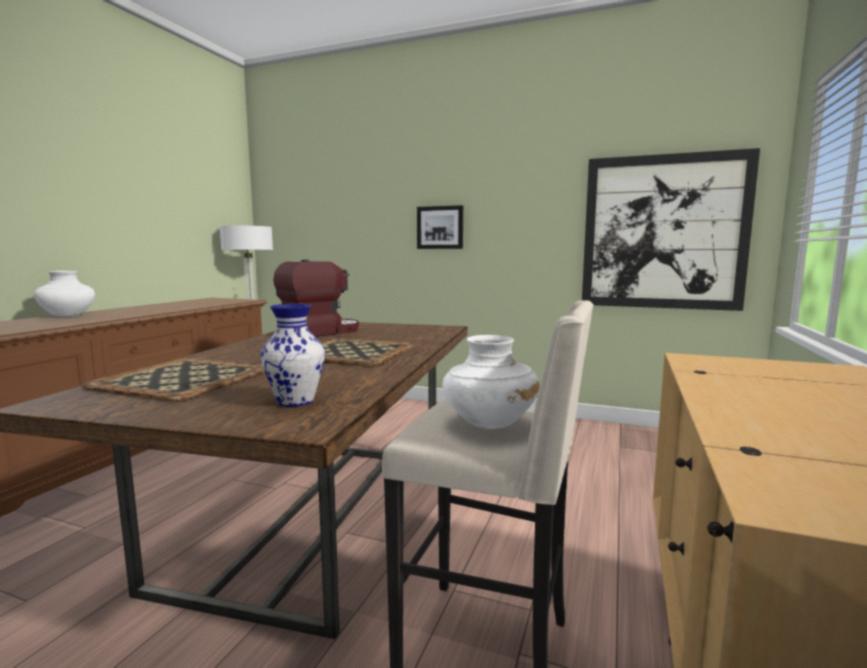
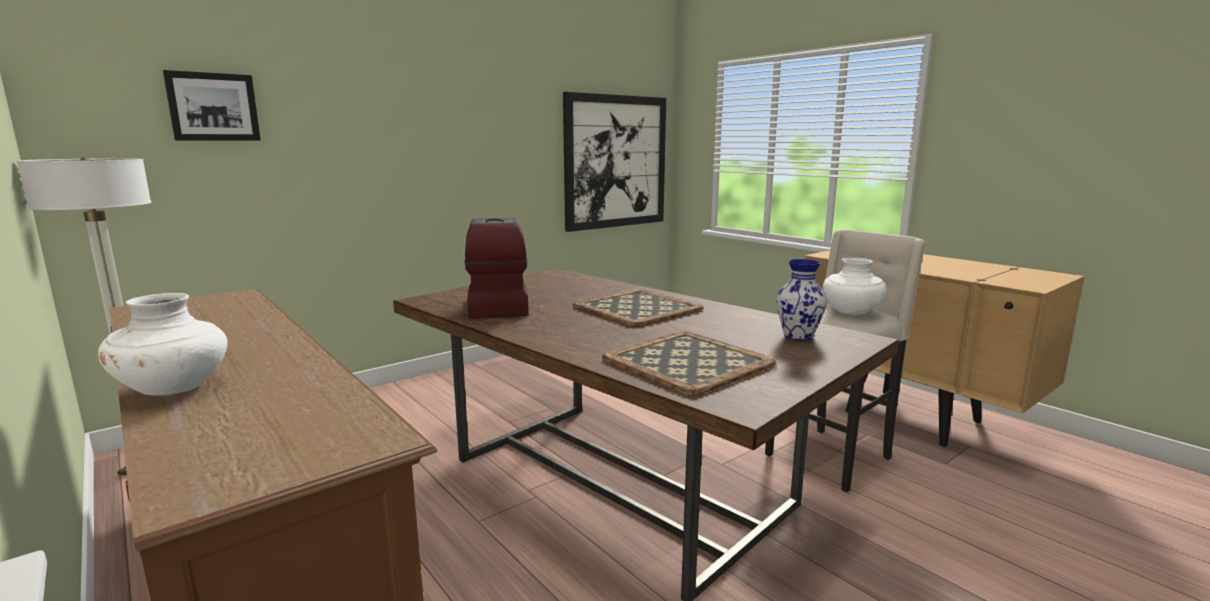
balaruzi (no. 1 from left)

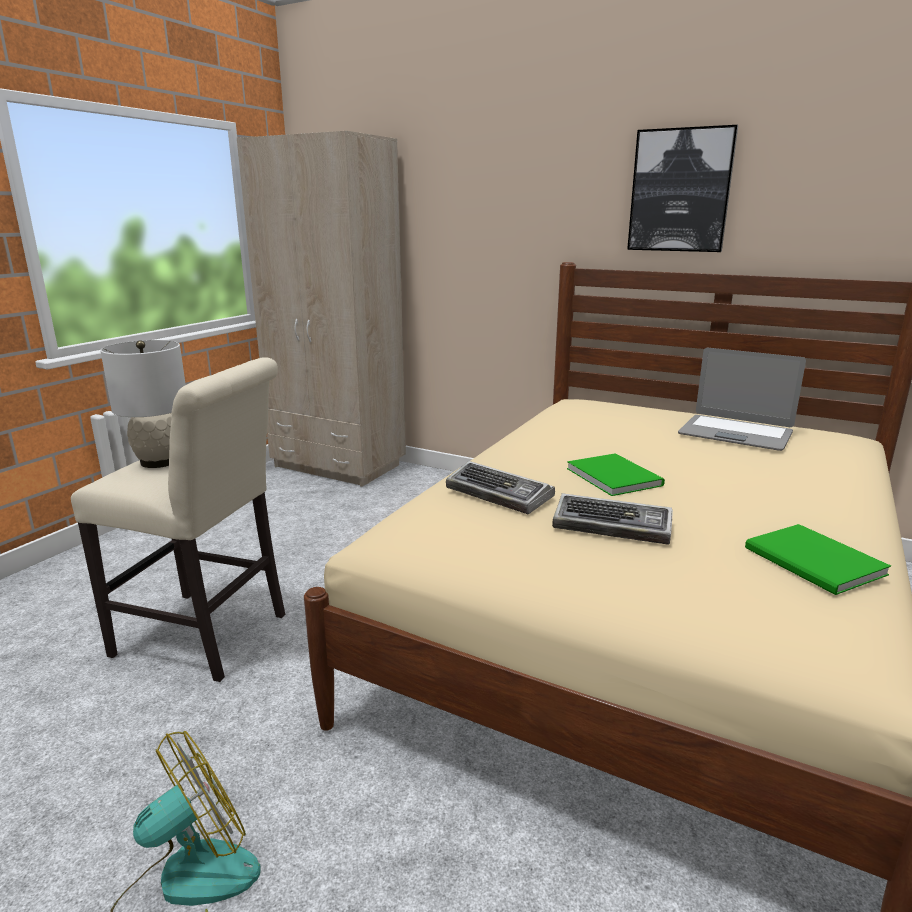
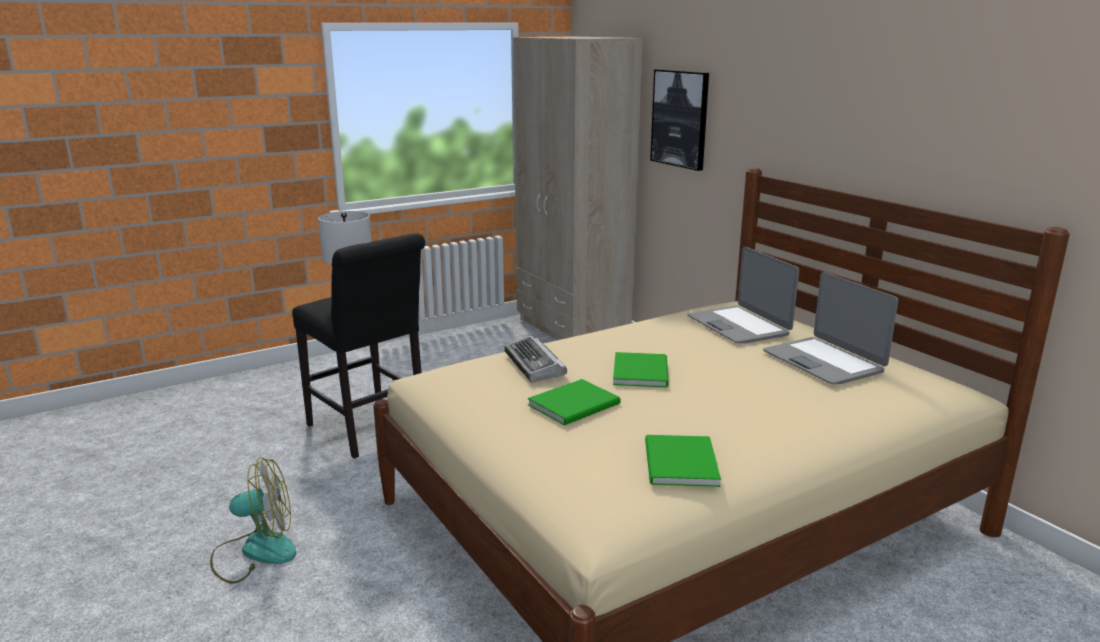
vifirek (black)
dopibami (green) (no. 1 from left)
balaruzi
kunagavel (no. 1 from left)

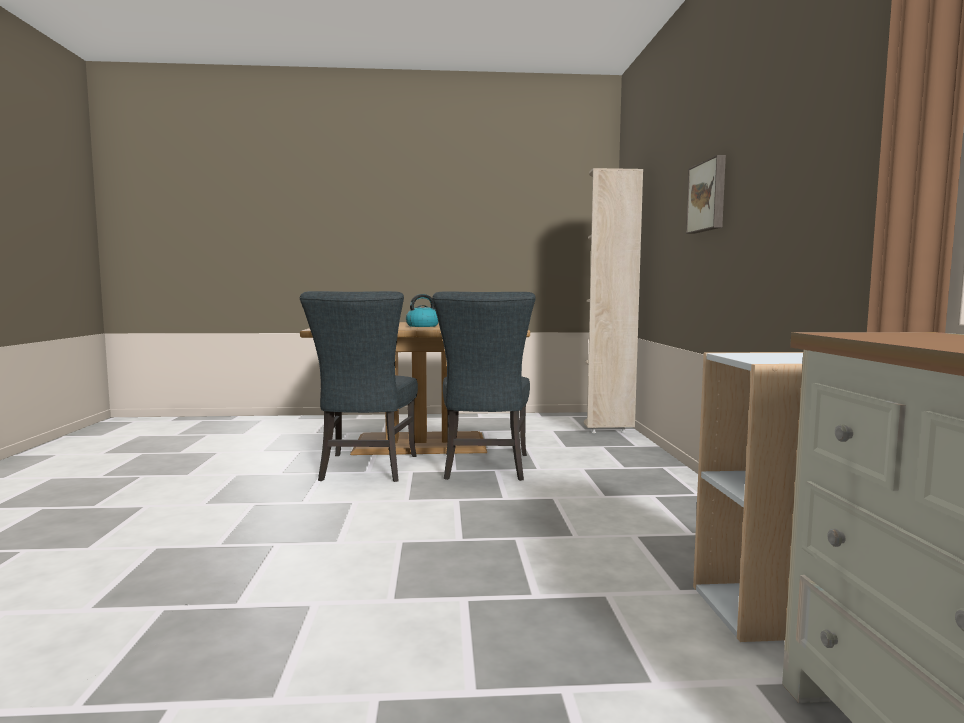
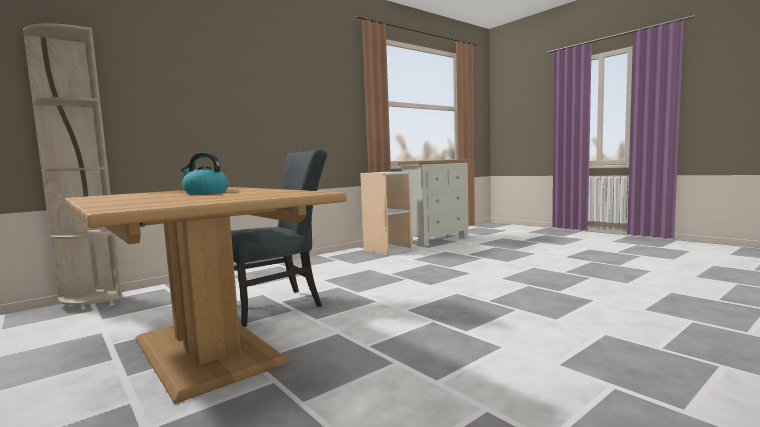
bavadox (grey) (no. 1 from left in the first image)
balaruzi

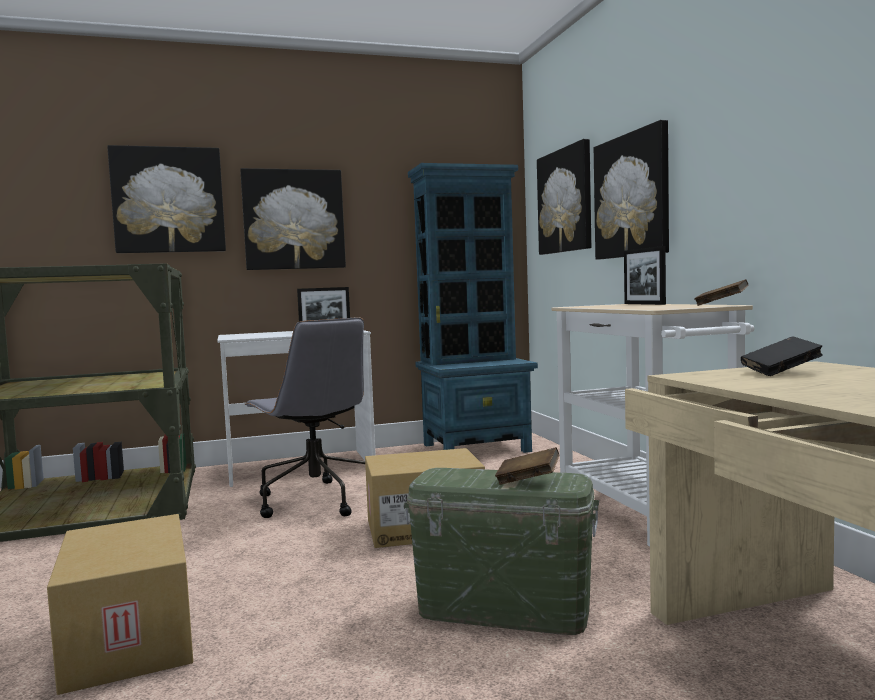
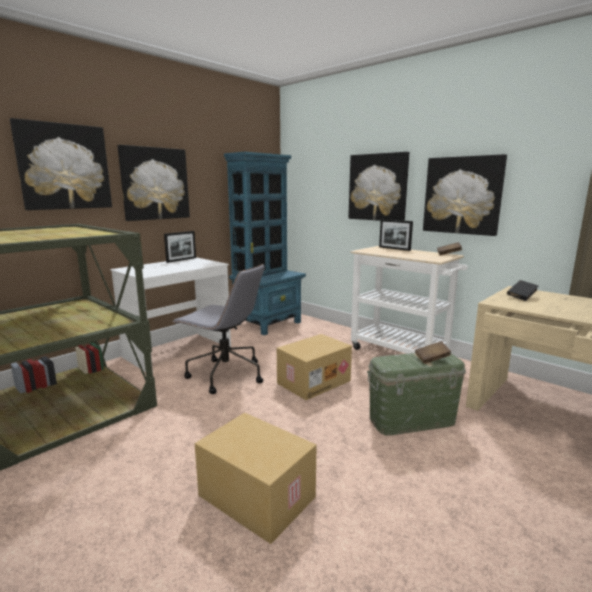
balaruzi (no. 4 from left)

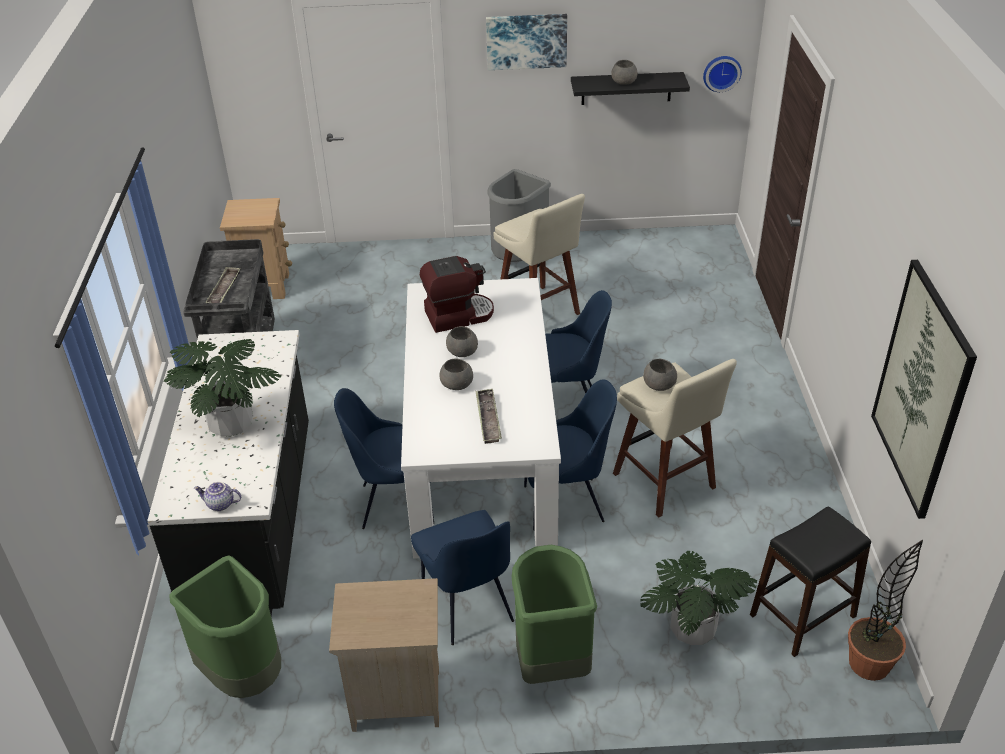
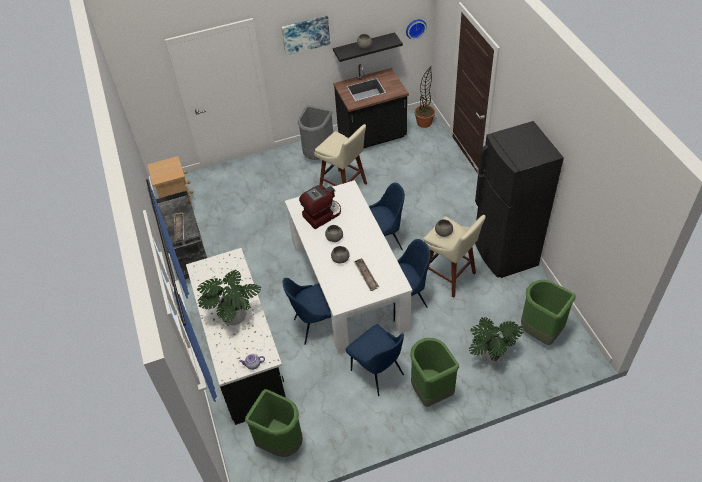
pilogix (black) (no. 2 from left)
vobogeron (no. 2 from left)
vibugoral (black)
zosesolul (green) (no. 3 from left)
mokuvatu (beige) (no. 2 from left in the first image)
balaruzi (no. 2 from left in the first image)

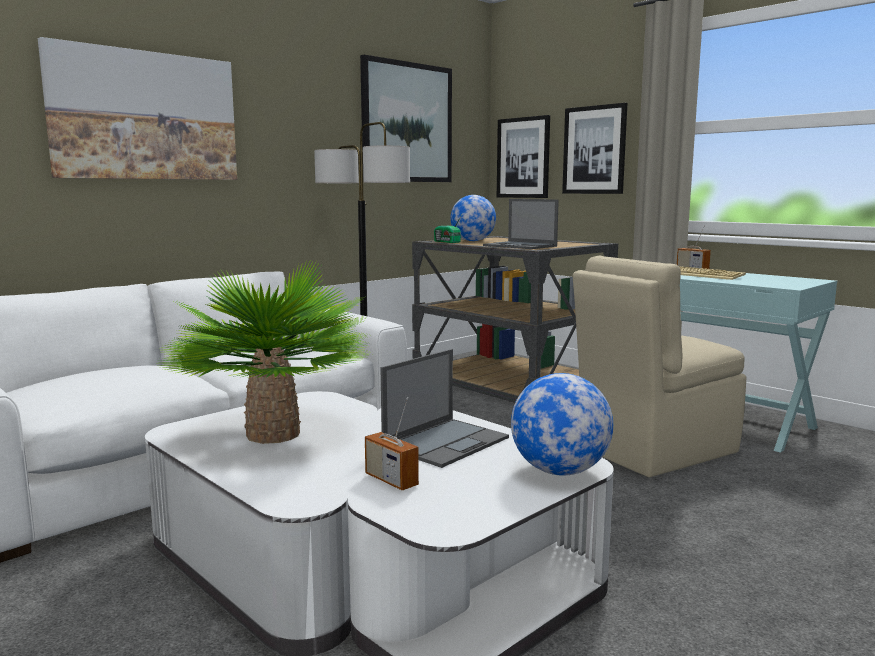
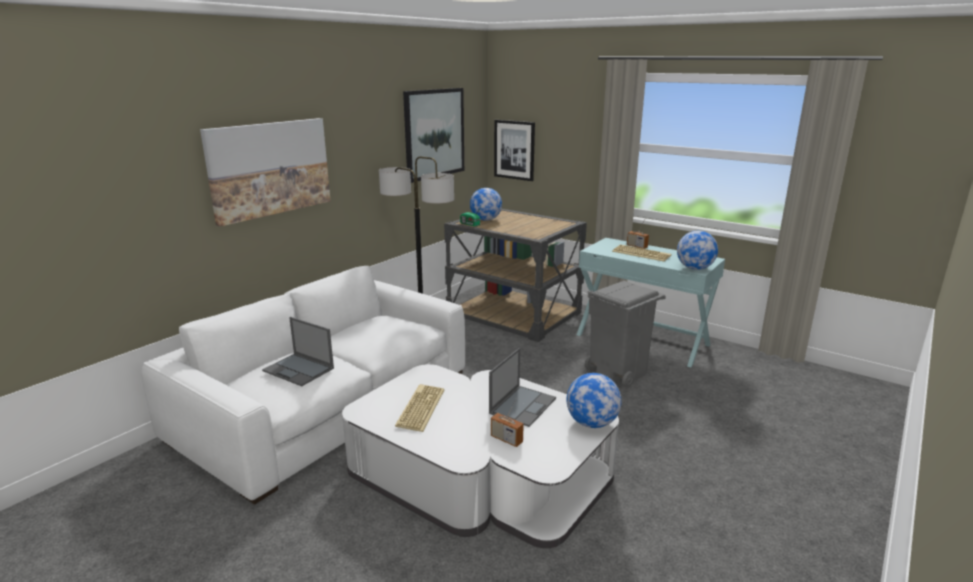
kunagavel (no. 1 from left)
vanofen (no. 1 from left)
zosesolul (grey)
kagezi (no. 3 from left)
balaruzi (no. 4 from left in the first image)

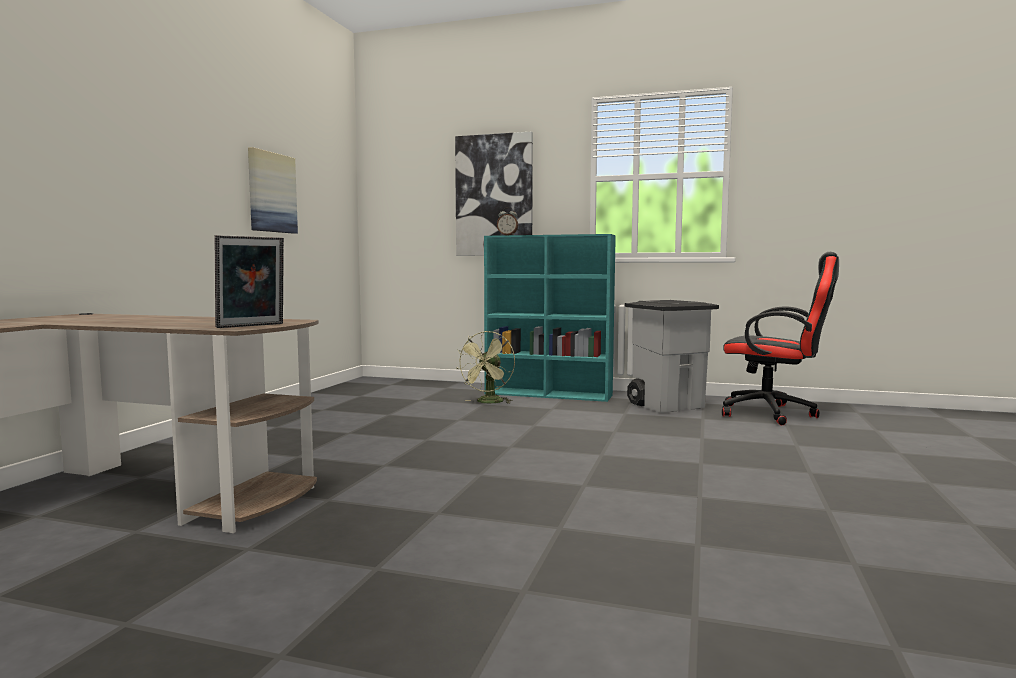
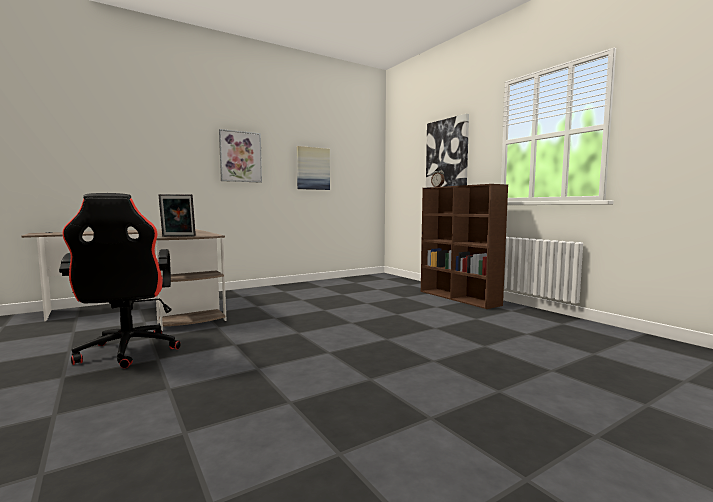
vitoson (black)
balaruzi (no. 1 from left)
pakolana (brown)
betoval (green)
zosesolul (grey)

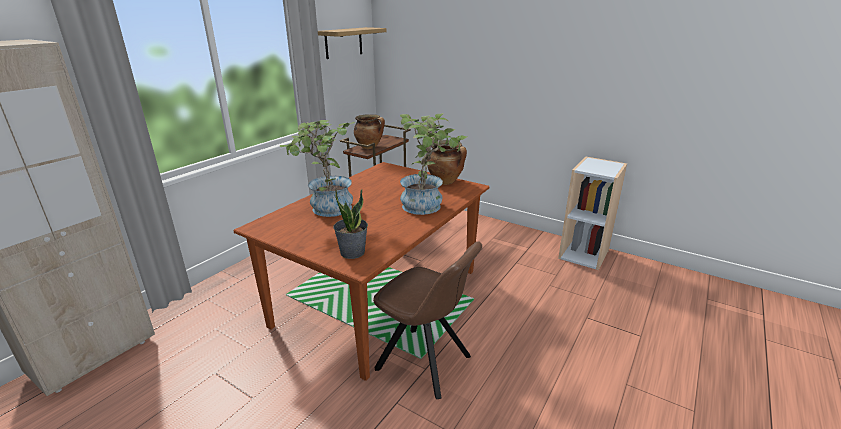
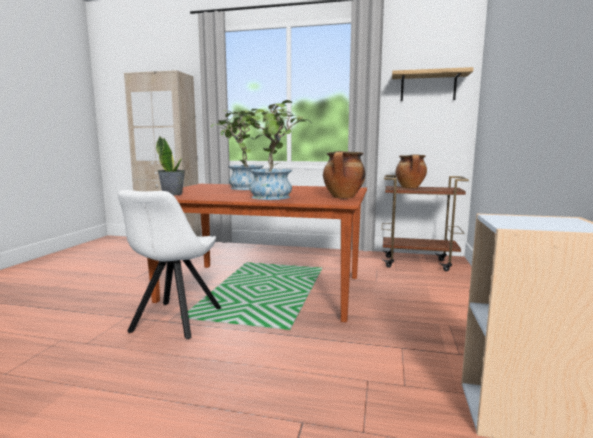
bavadox (white)

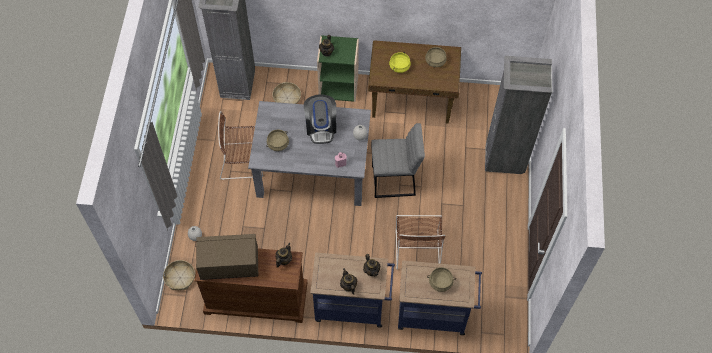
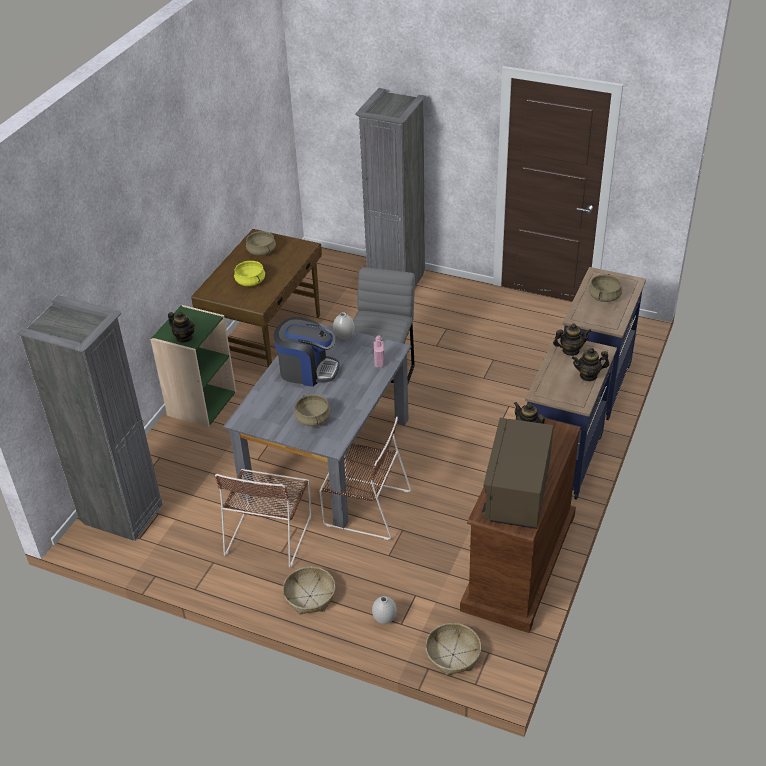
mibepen (no. 1 from left)
bavadox (brown) (no. 2 from left)

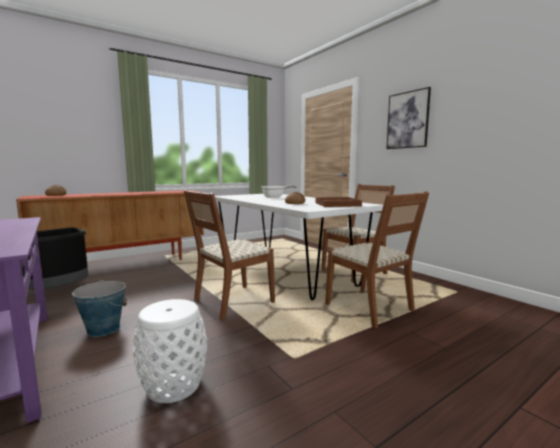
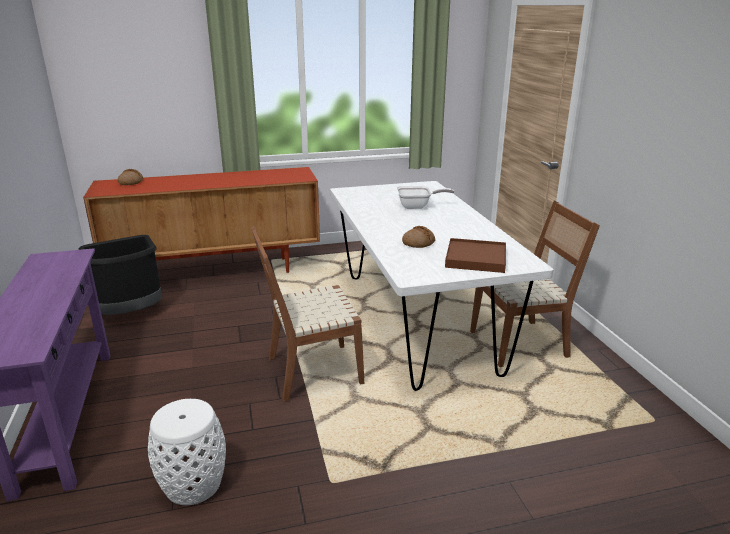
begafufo
bavadox (no. 3 from left in the first image)
balaruzi

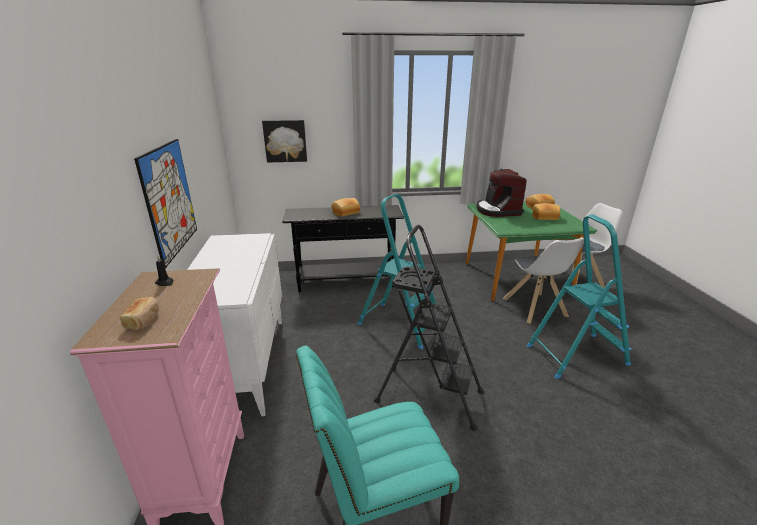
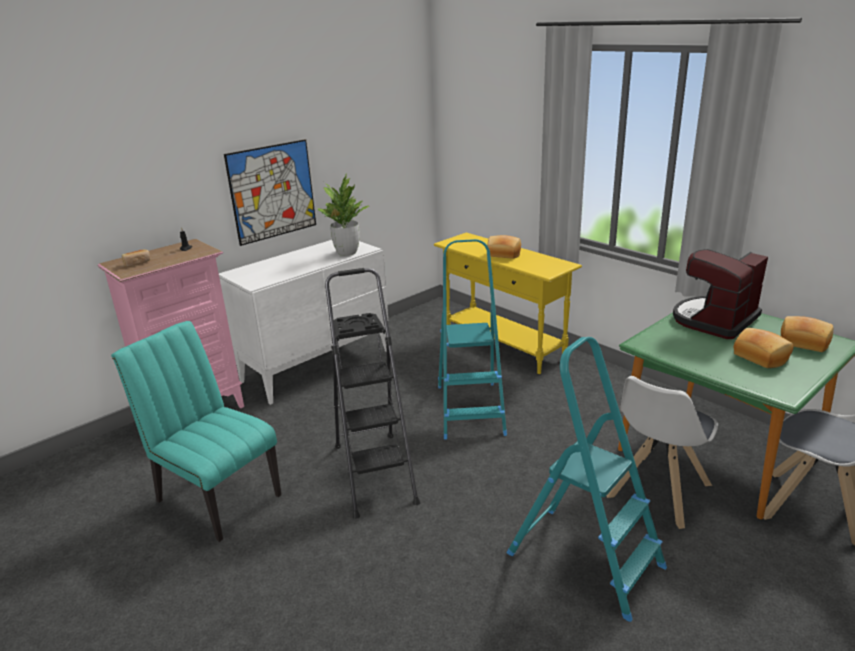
vobogeron
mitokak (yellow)
balaruzi (no. 2 from left in the first image)

